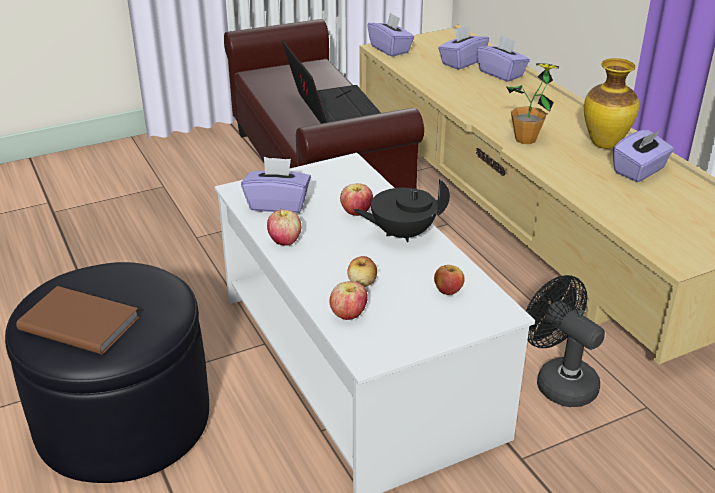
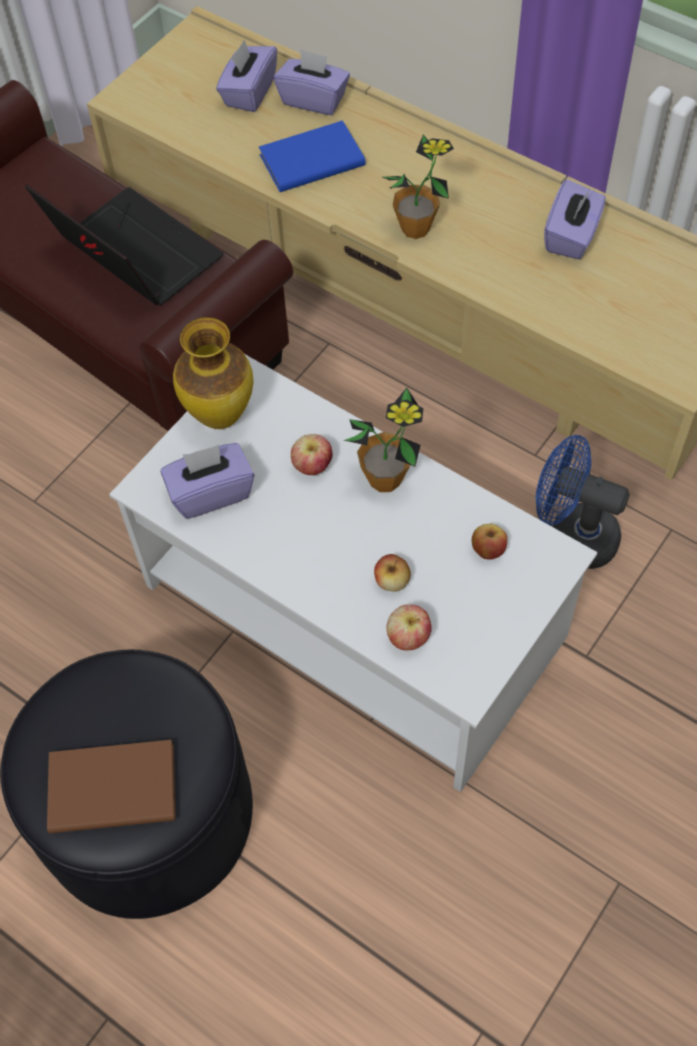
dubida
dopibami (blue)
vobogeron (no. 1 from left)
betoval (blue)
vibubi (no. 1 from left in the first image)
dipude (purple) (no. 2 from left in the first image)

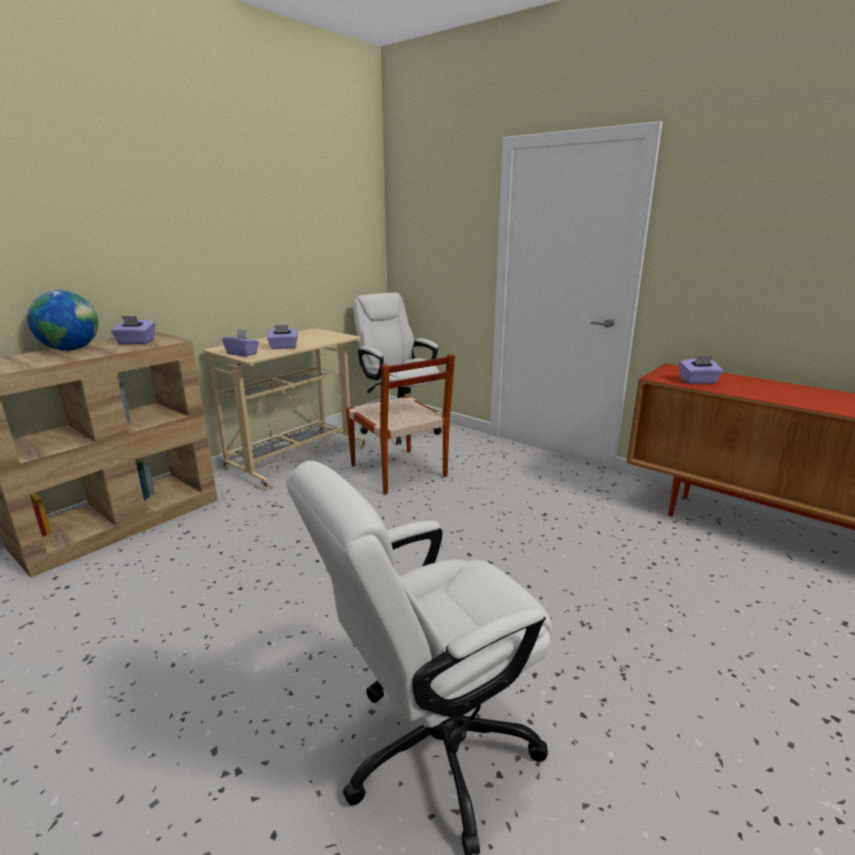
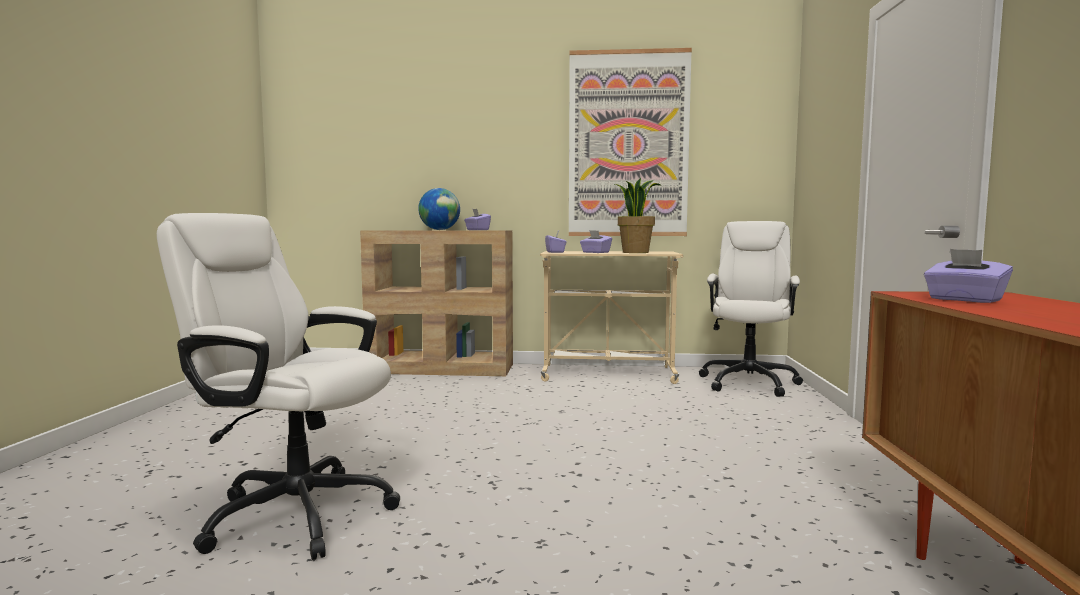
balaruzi
vobogeron
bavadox

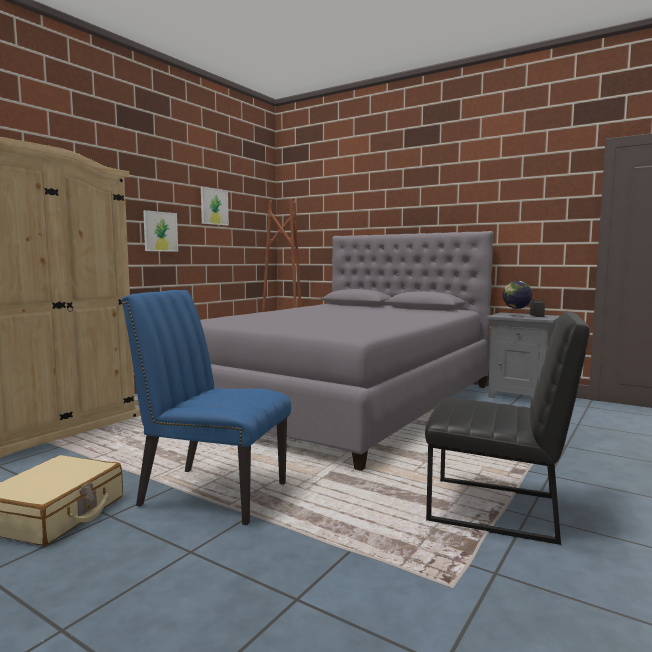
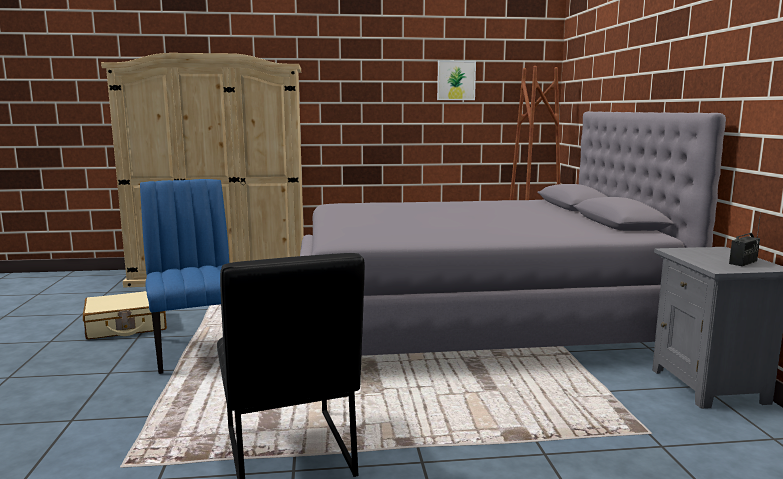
balaruzi (no. 1 from left in the first image)
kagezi

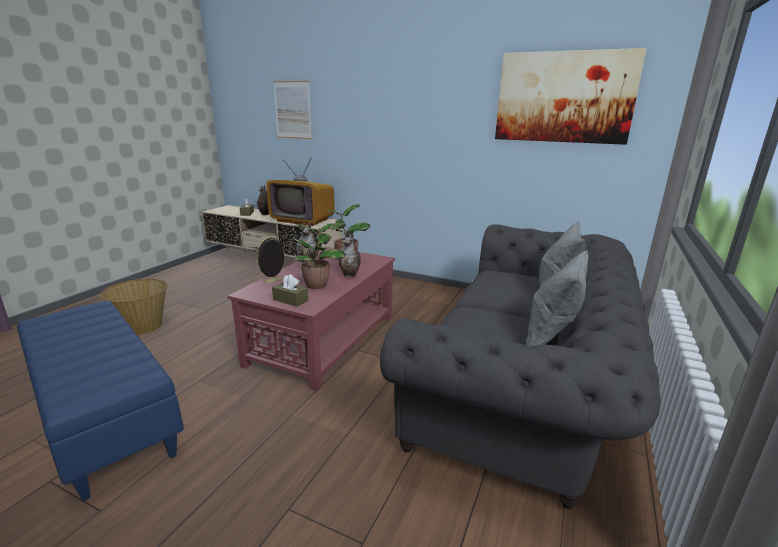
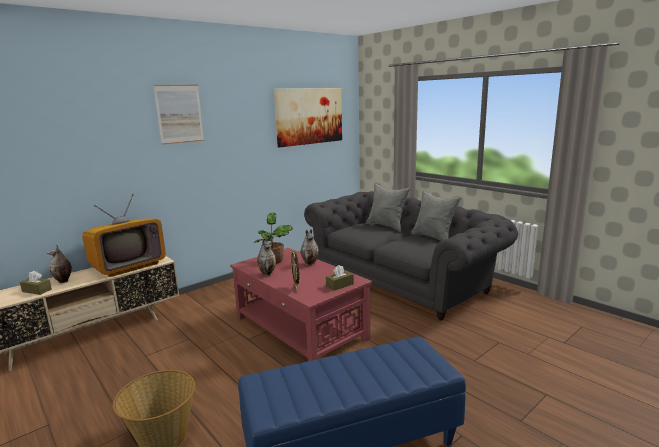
balaruzi (no. 1 from left)
vobogeron (no. 1 from left in the first image)

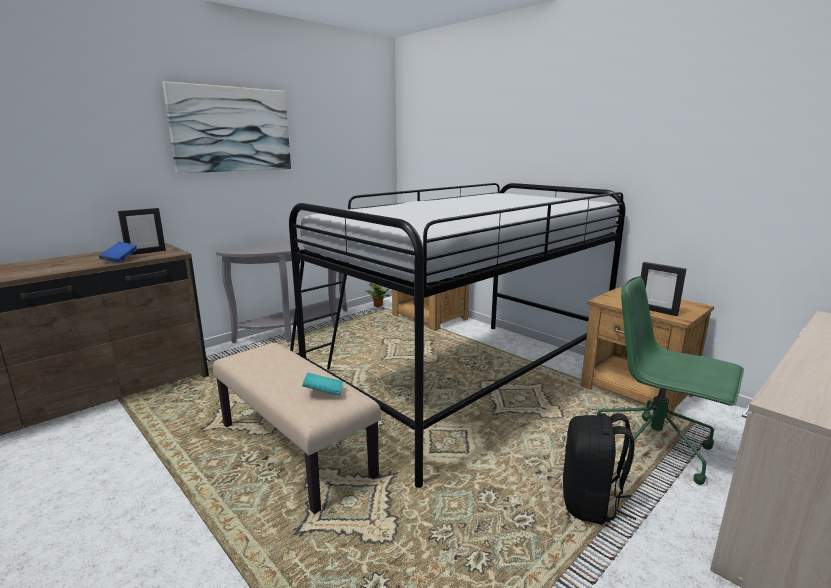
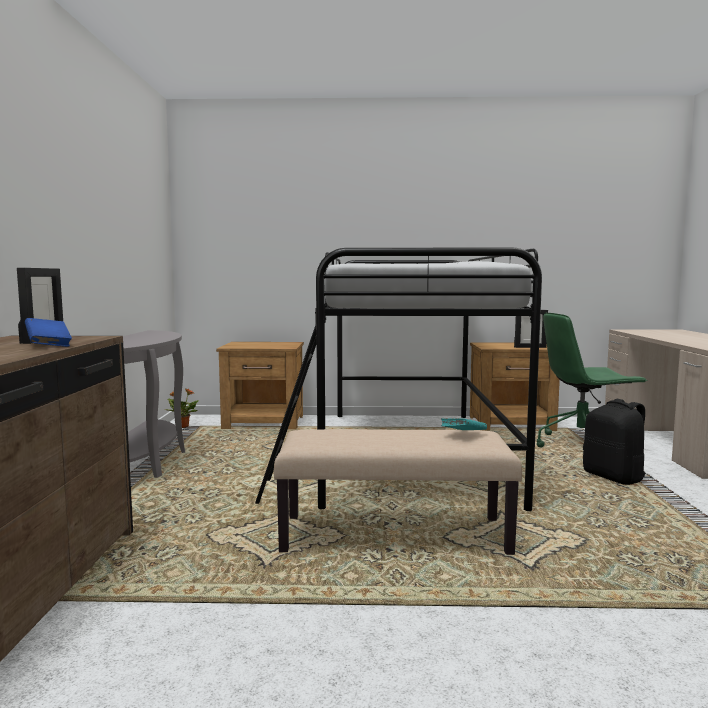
balaruzi

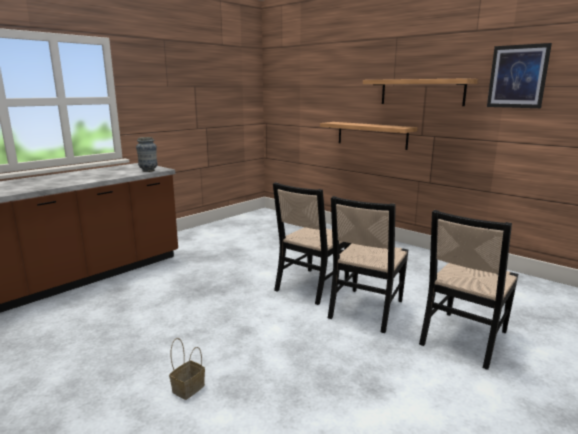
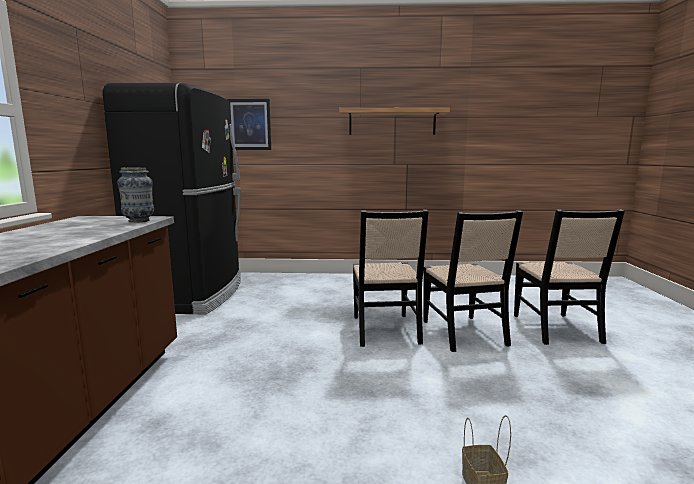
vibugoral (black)
balaruzi
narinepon (no. 1 from left in the first image)

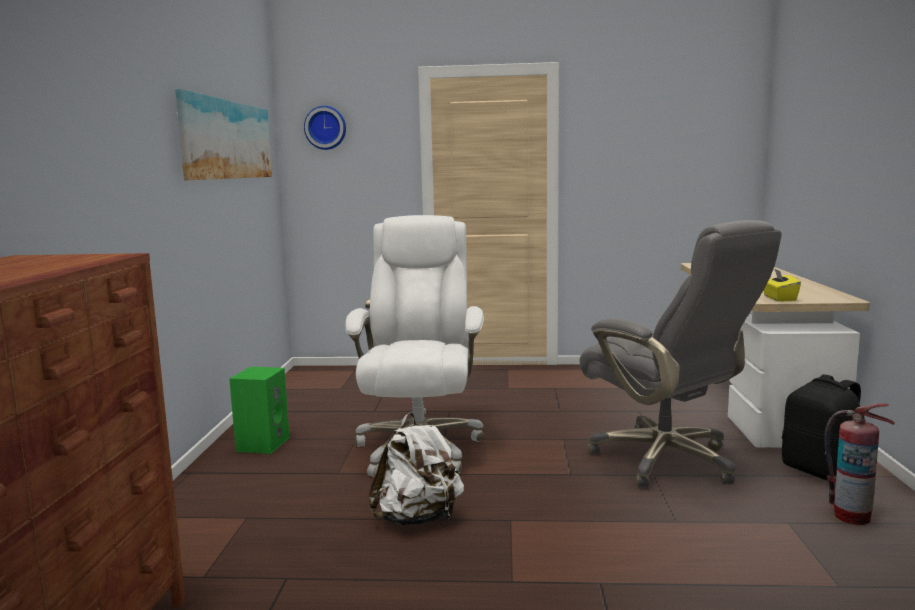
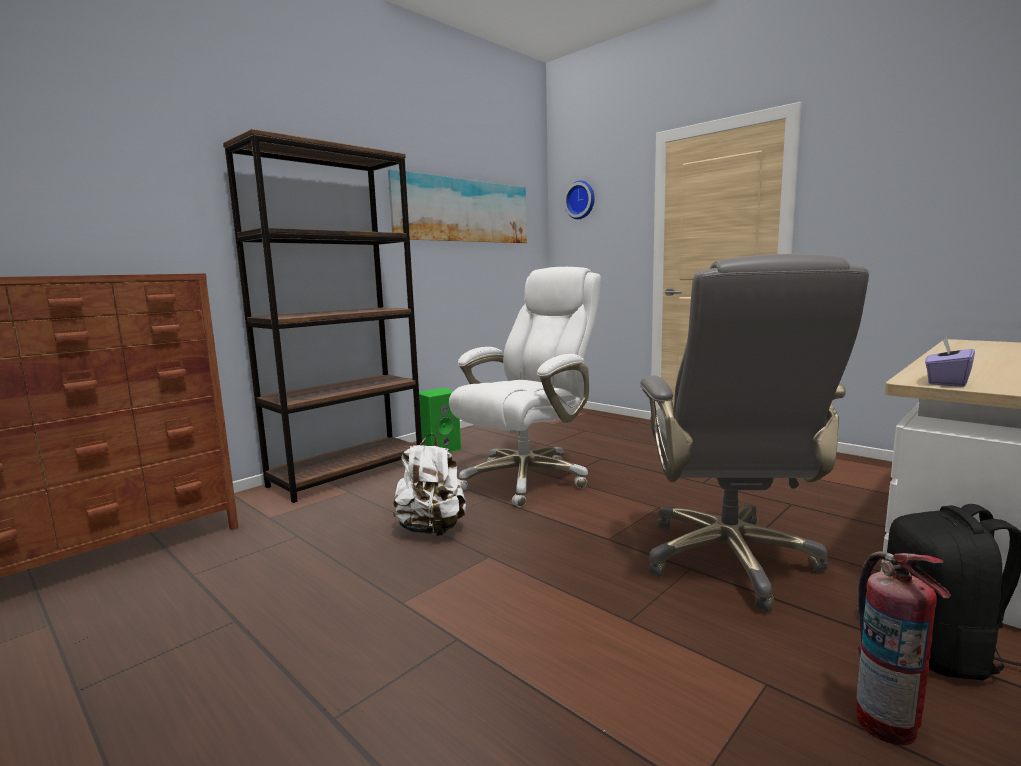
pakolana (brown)
dipude (purple)

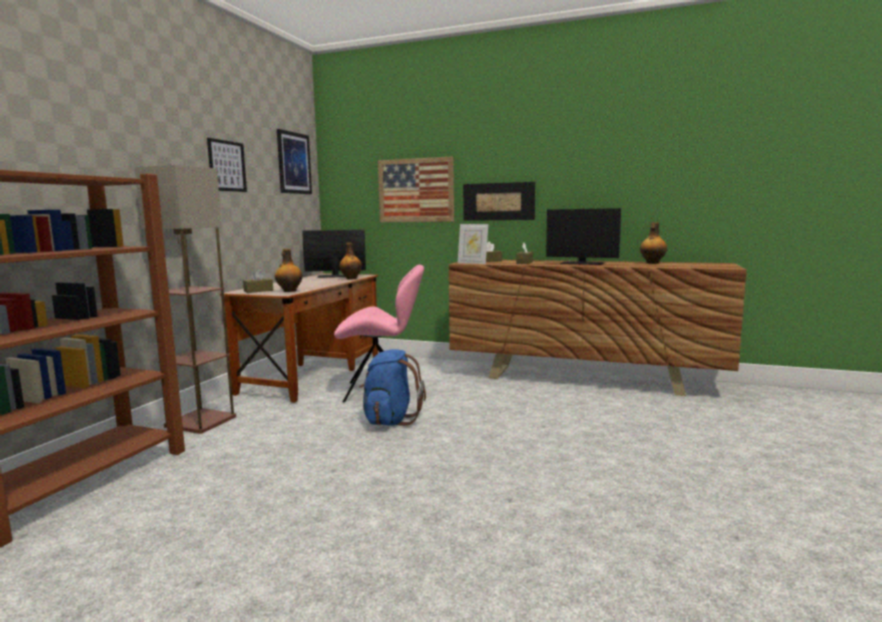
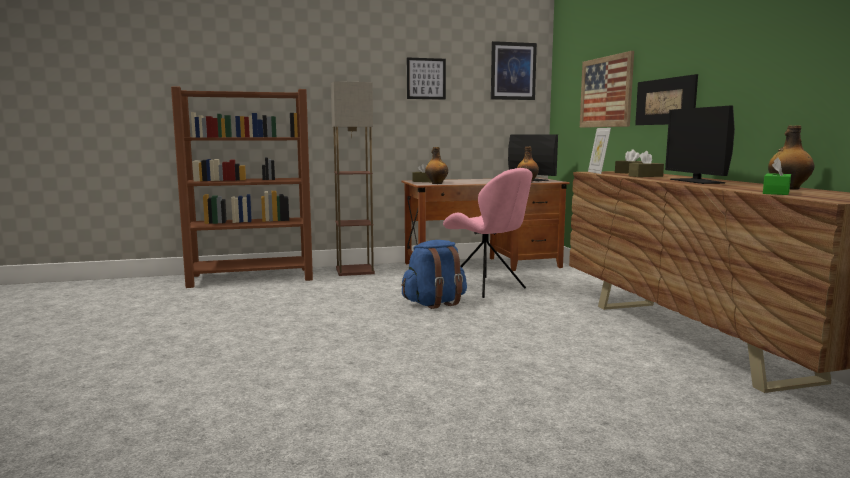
dipude (green)

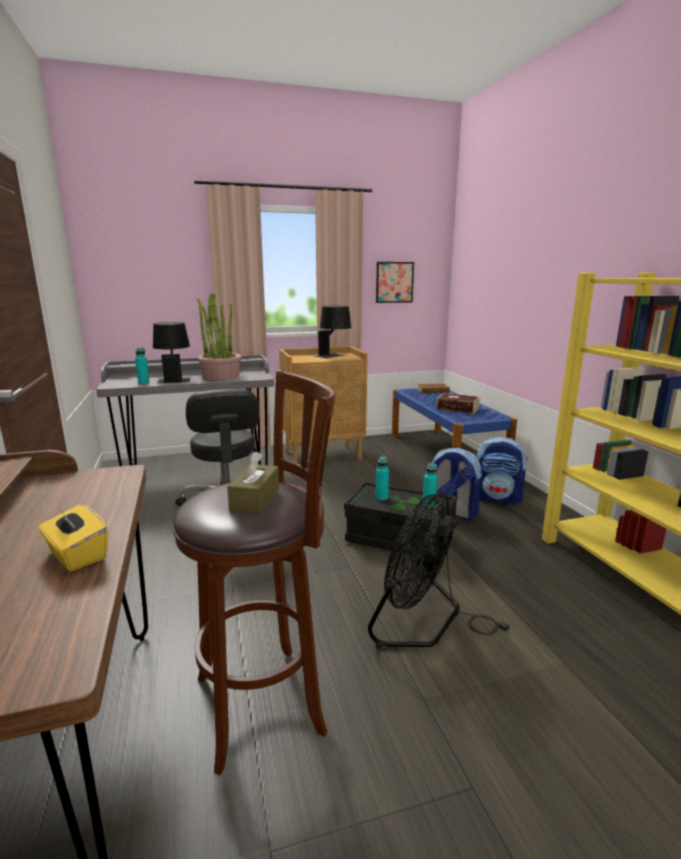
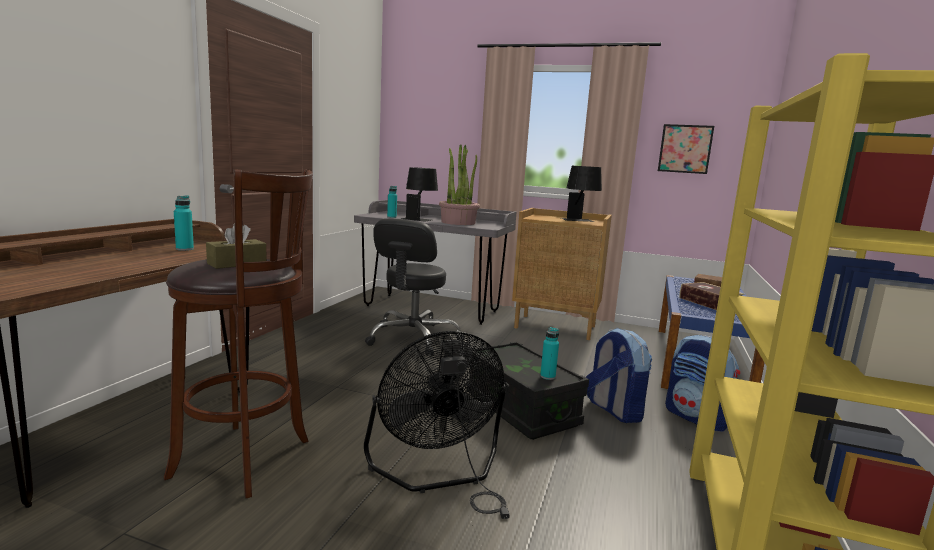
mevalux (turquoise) (no. 1 from left)
dipude (yellow)

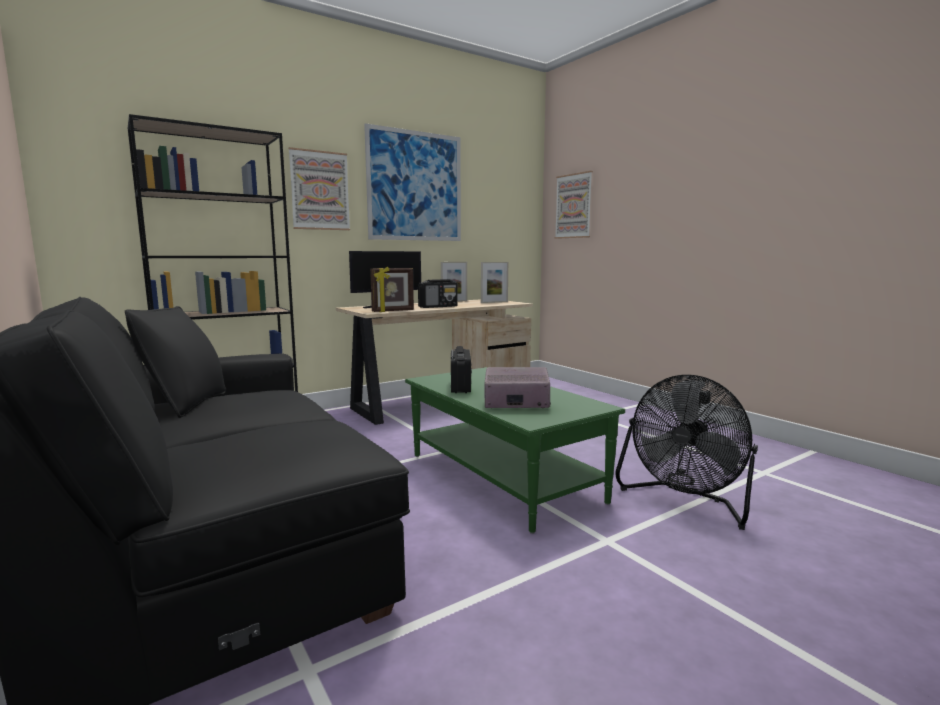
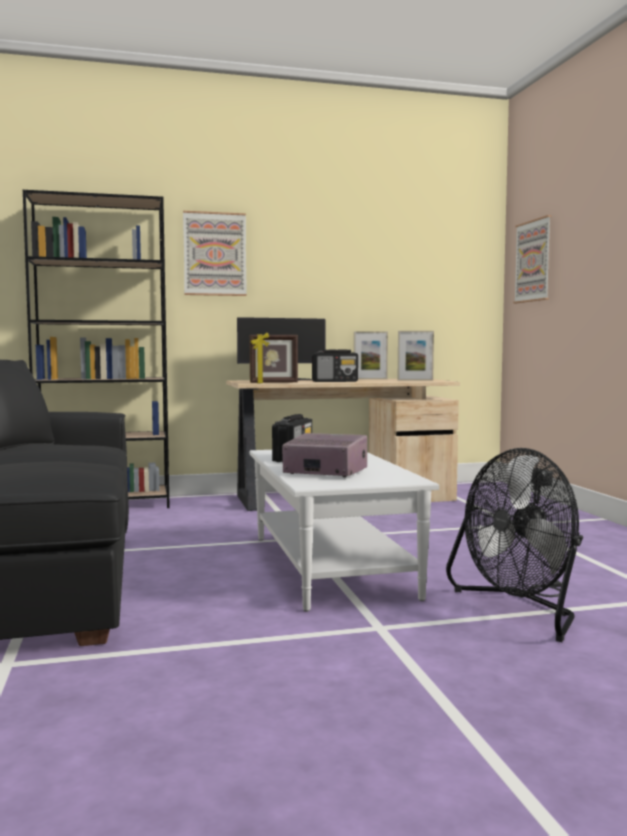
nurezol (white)
balaruzi (no. 2 from left in the first image)

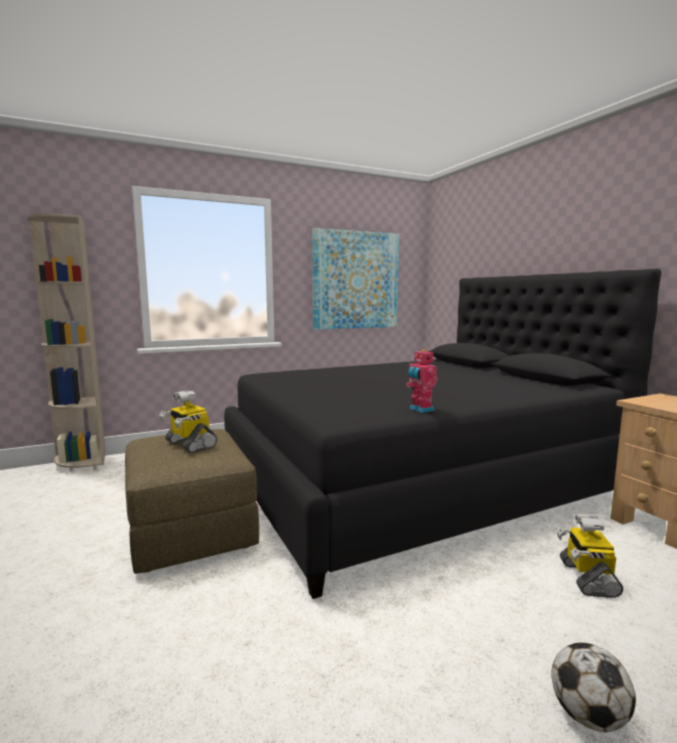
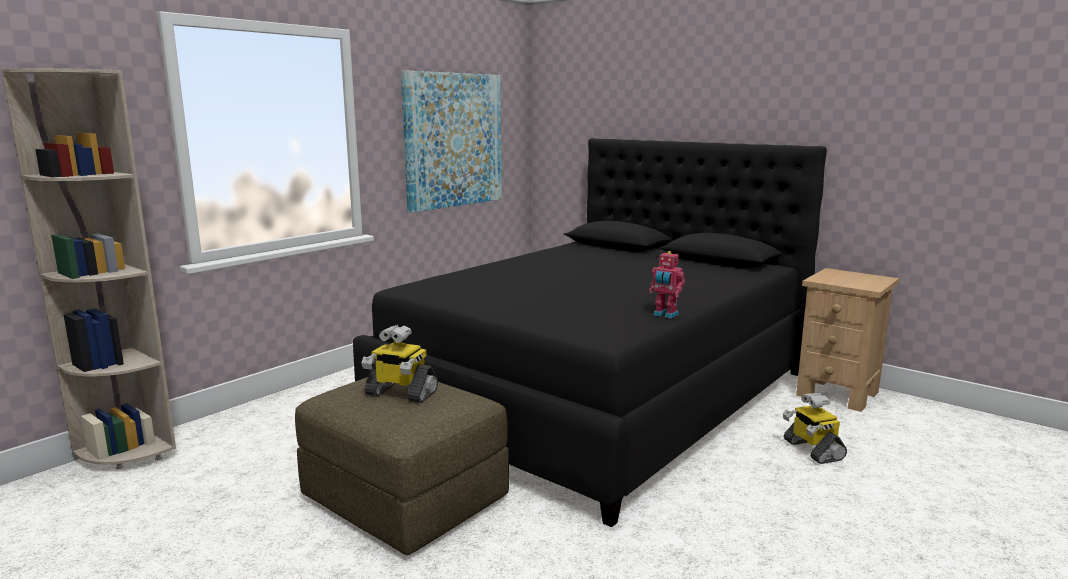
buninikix

